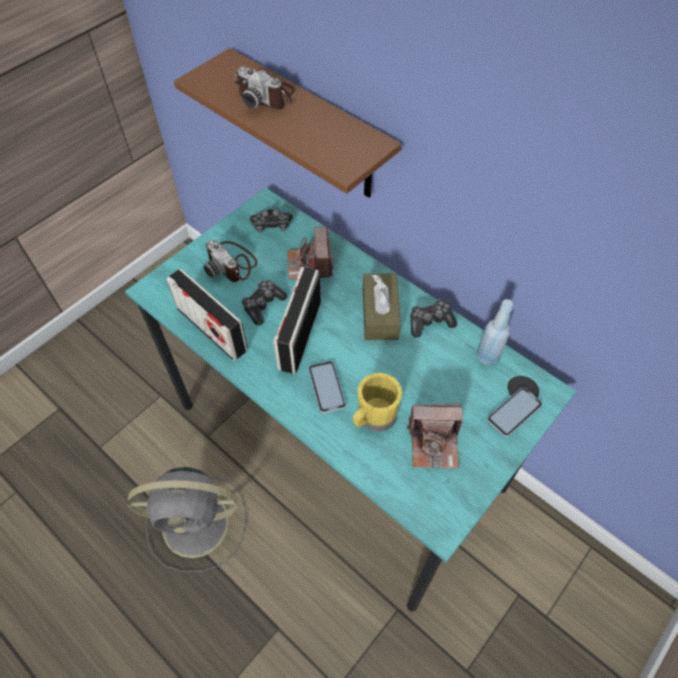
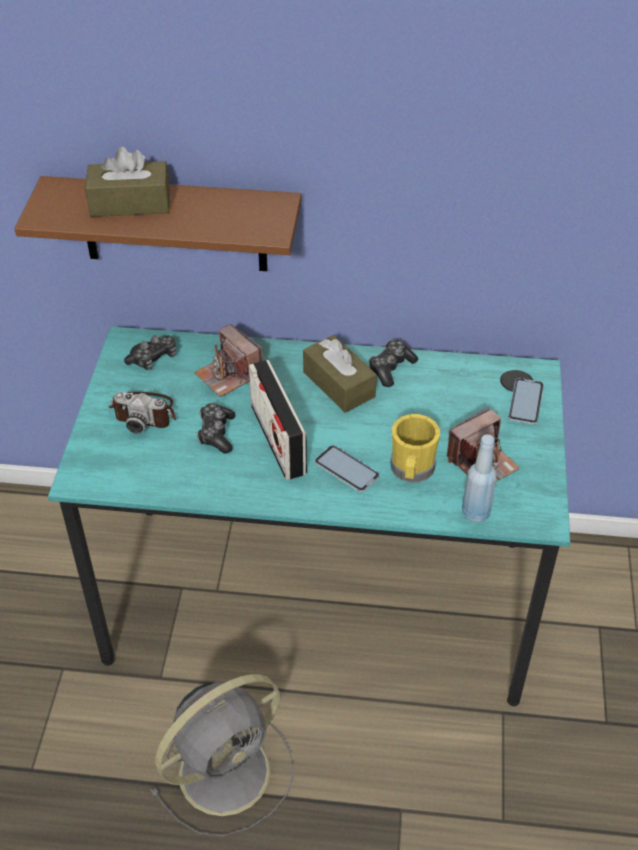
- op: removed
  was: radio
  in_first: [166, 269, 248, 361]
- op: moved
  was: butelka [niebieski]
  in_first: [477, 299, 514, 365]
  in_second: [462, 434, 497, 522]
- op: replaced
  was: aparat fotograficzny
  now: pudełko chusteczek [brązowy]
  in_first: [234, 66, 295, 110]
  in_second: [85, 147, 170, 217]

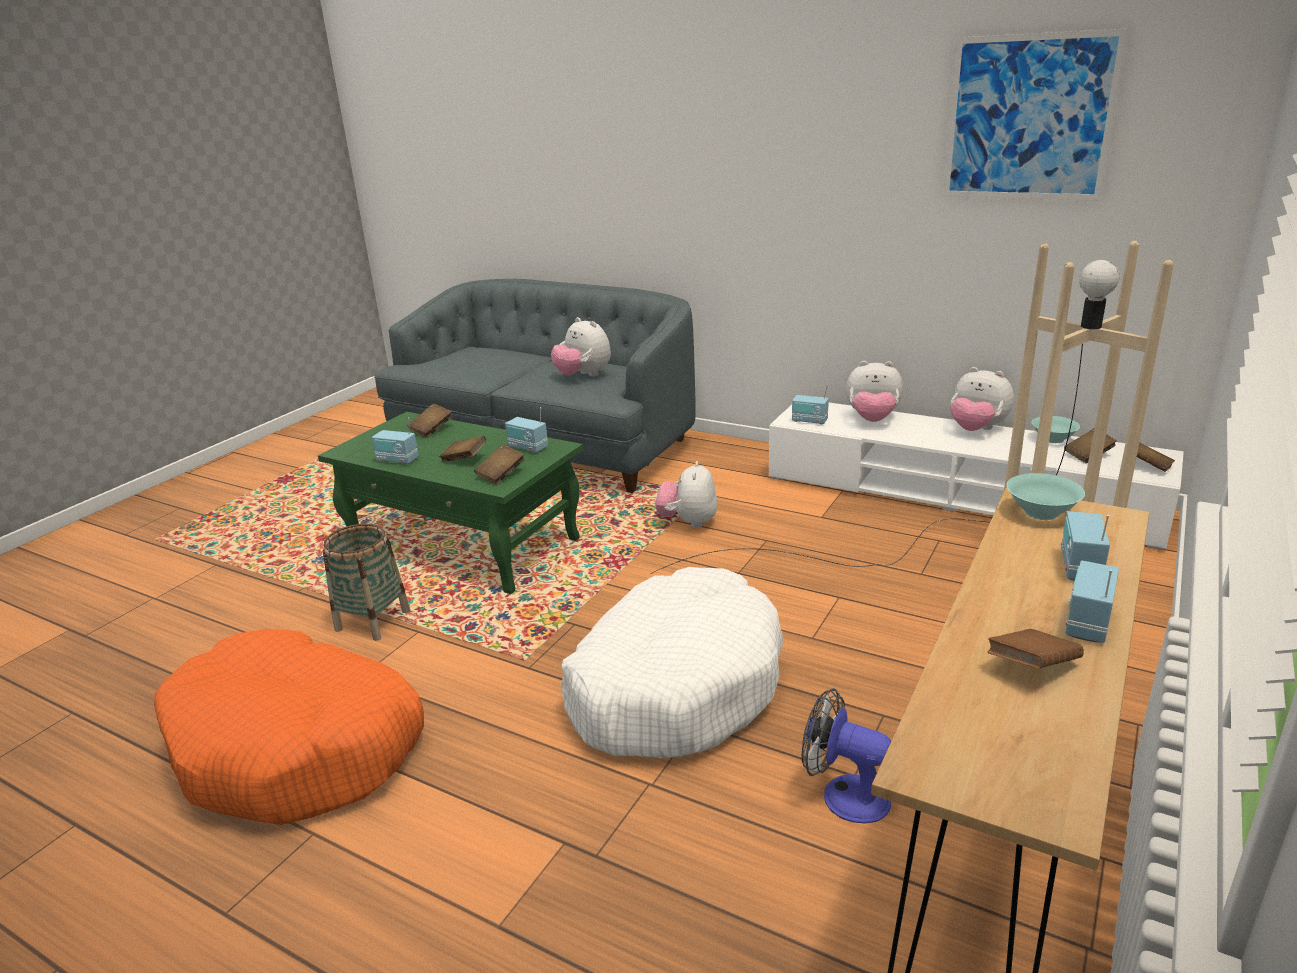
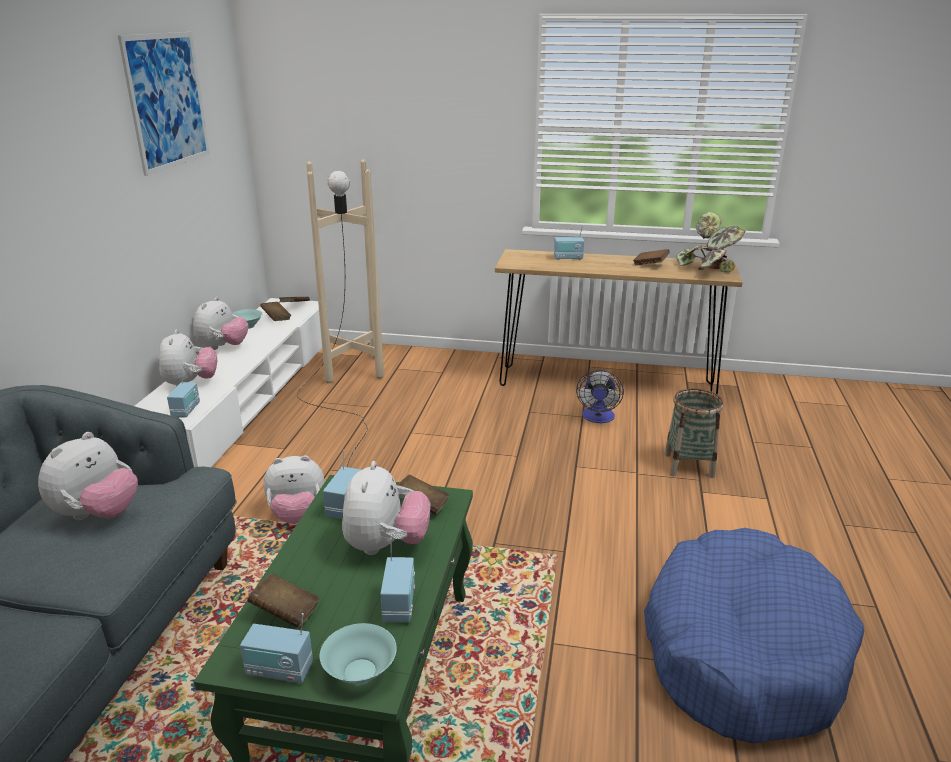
- op: removed
  was: legowisko [biały]
  in_first: [561, 567, 784, 758]
- op: added
  now: roślina doniczkowa
  in_second: [676, 212, 745, 272]
- op: moved
  was: koszyk
  in_first: [323, 524, 410, 641]
  in_second: [664, 388, 723, 478]
- op: moved
  was: miska [turkusowy]
  in_first: [1006, 473, 1085, 520]
  in_second: [320, 623, 397, 685]
- op: moved
  was: radio
  in_first: [1065, 561, 1119, 643]
  in_second: [240, 613, 313, 683]
- op: replaced
  was: książka [brązowy]
  now: pluszak
  in_first: [439, 436, 486, 462]
  in_second: [342, 461, 430, 555]
- op: recoloured
  was: legowisko [pomarańczowy]
  now: legowisko [niebieski]
  in_first: [154, 629, 424, 825]
  in_second: [644, 528, 864, 744]

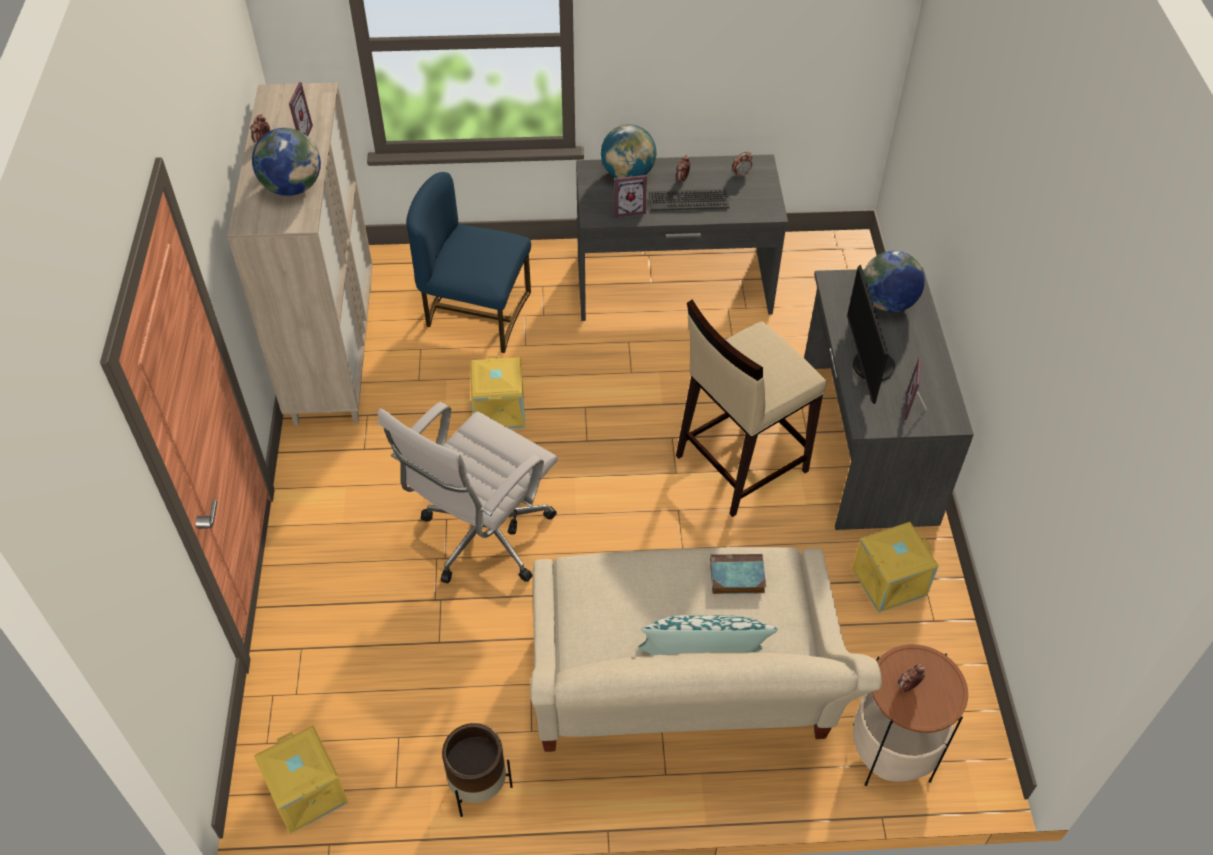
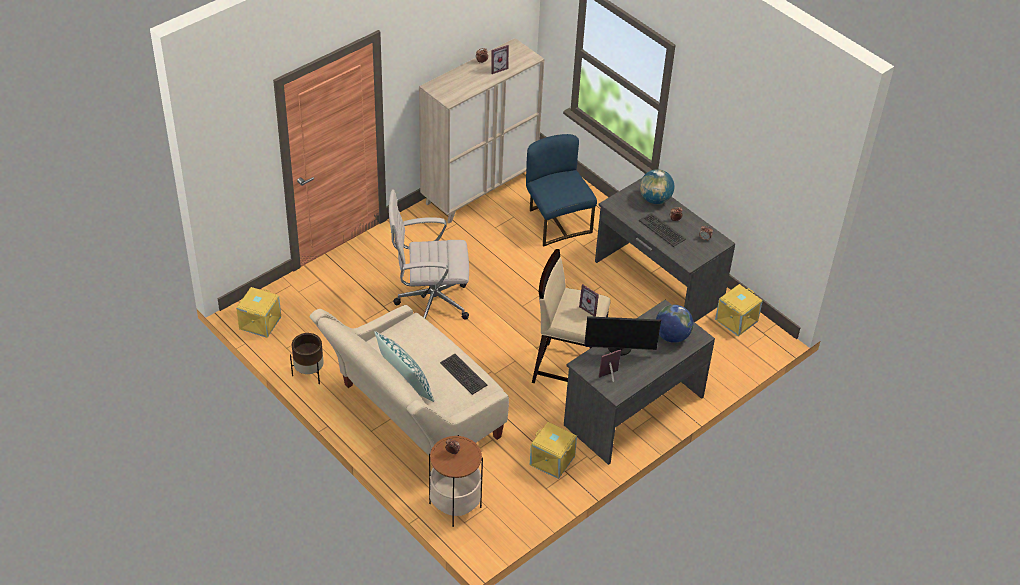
- op: removed
  was: globus
  in_first: [252, 128, 321, 196]
- op: moved
  was: pojemnik do przechowywania [żółty]
  in_first: [470, 355, 525, 429]
  in_second: [715, 284, 763, 336]
- op: moved
  was: ramka na zdjęcie
  in_first: [615, 175, 647, 218]
  in_second: [579, 284, 599, 317]
- op: replaced
  was: książka
  now: klawiatura
  in_first: [710, 554, 766, 594]
  in_second: [440, 354, 487, 395]
- op: turned
  was: monitor
  in_first: [847, 264, 896, 404]
  in_second: [584, 316, 661, 356]
  clockwise: -135

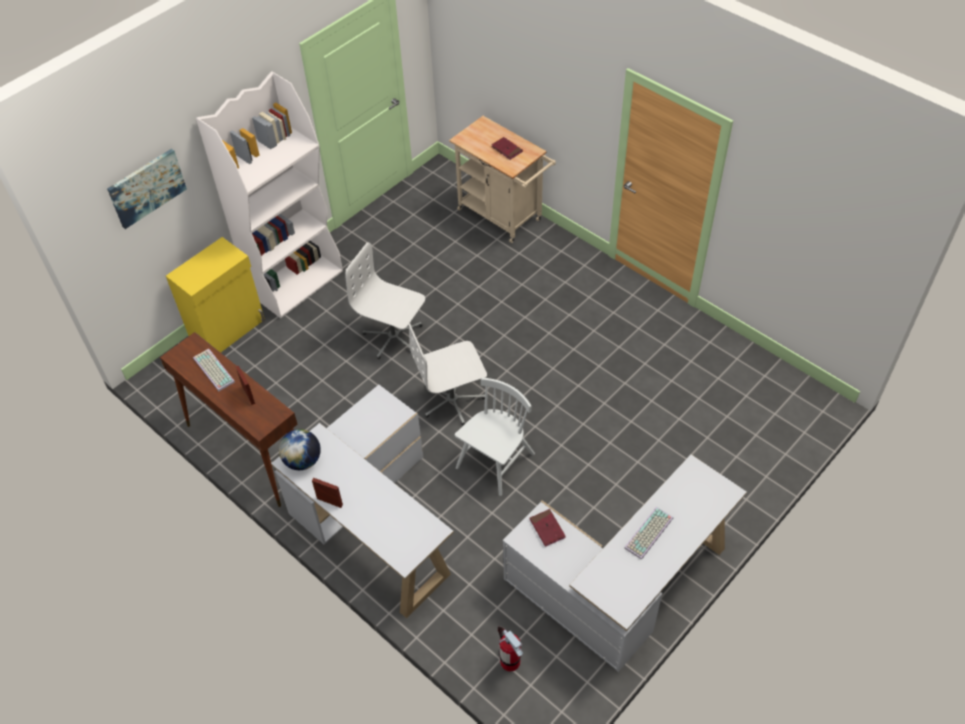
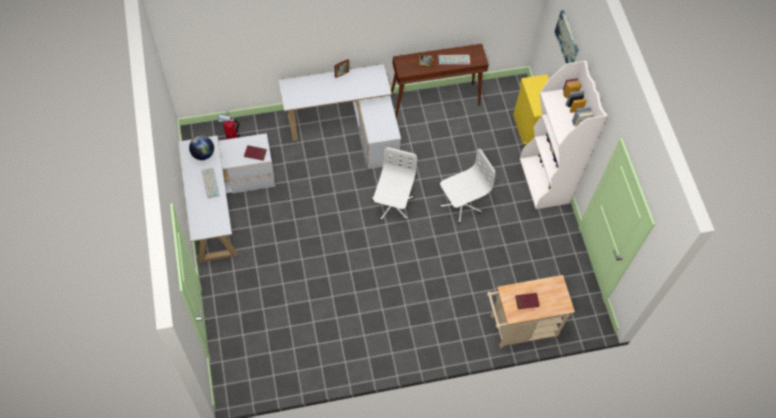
- op: removed
  was: krzesło [biały]
  in_first: [455, 377, 535, 496]
- op: moved
  was: globus
  in_first: [279, 429, 321, 470]
  in_second: [189, 136, 214, 160]

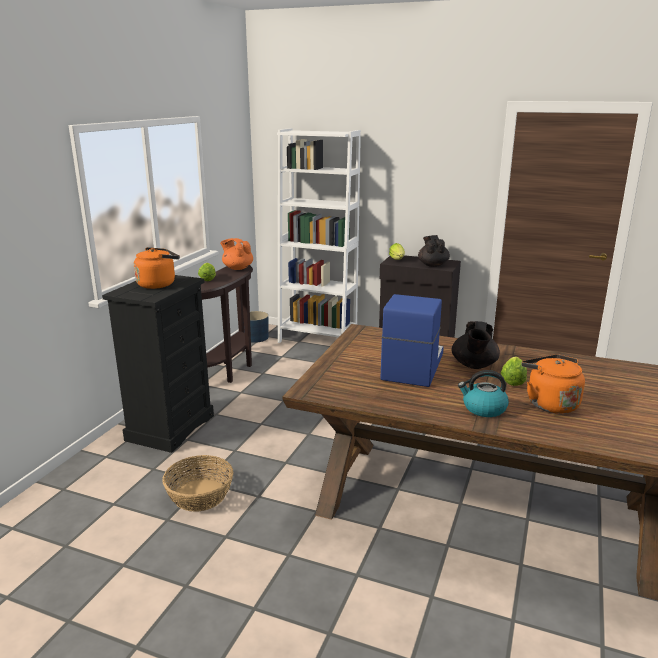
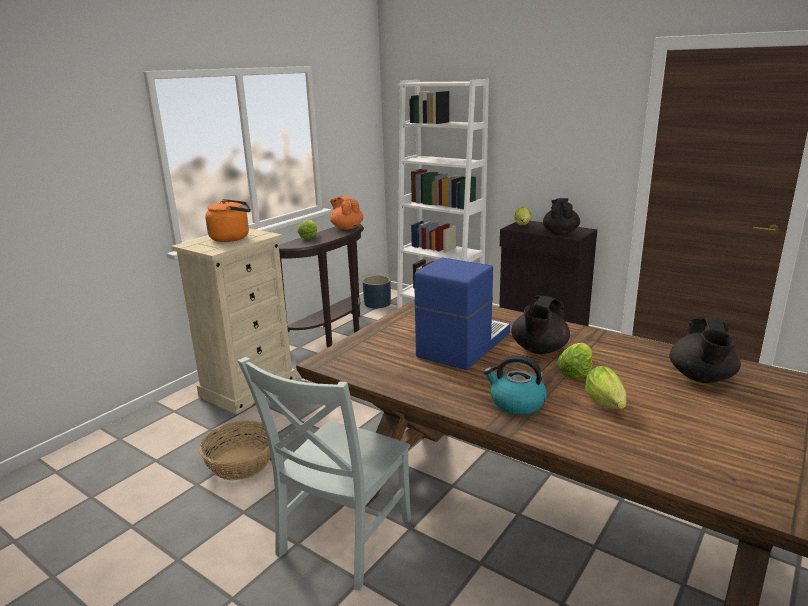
- op: added
  now: krzesło [szary]
  in_second: [237, 357, 411, 591]
- op: added
  now: imbryk [czarny]
  in_second: [669, 318, 741, 383]
- op: replaced
  was: czajnik [pomarańczowy]
  now: sałata
  in_first: [521, 355, 585, 414]
  in_second: [585, 366, 626, 409]
- op: recoloured
  was: komoda [czarny]
  now: komoda [beżowy]
  in_first: [102, 275, 214, 453]
  in_second: [171, 228, 296, 415]

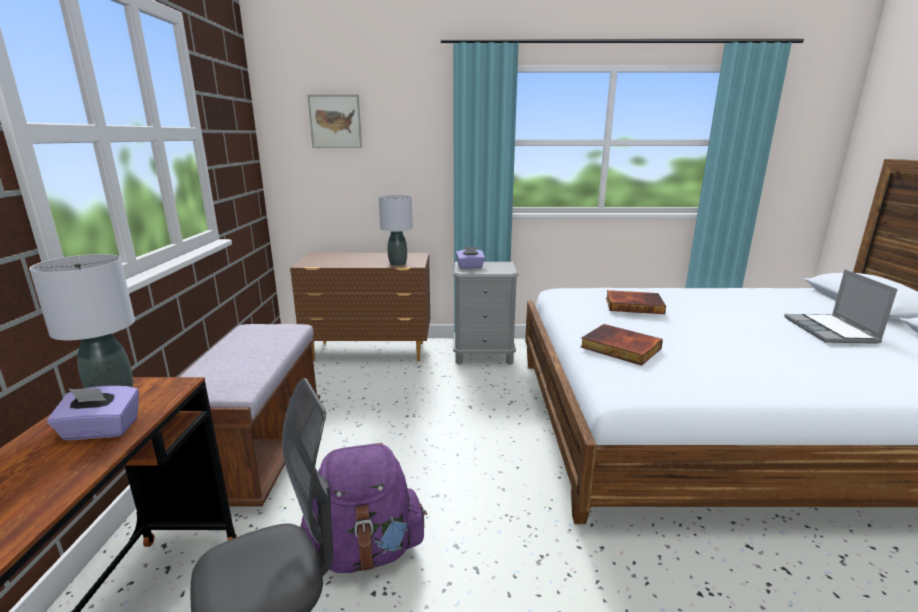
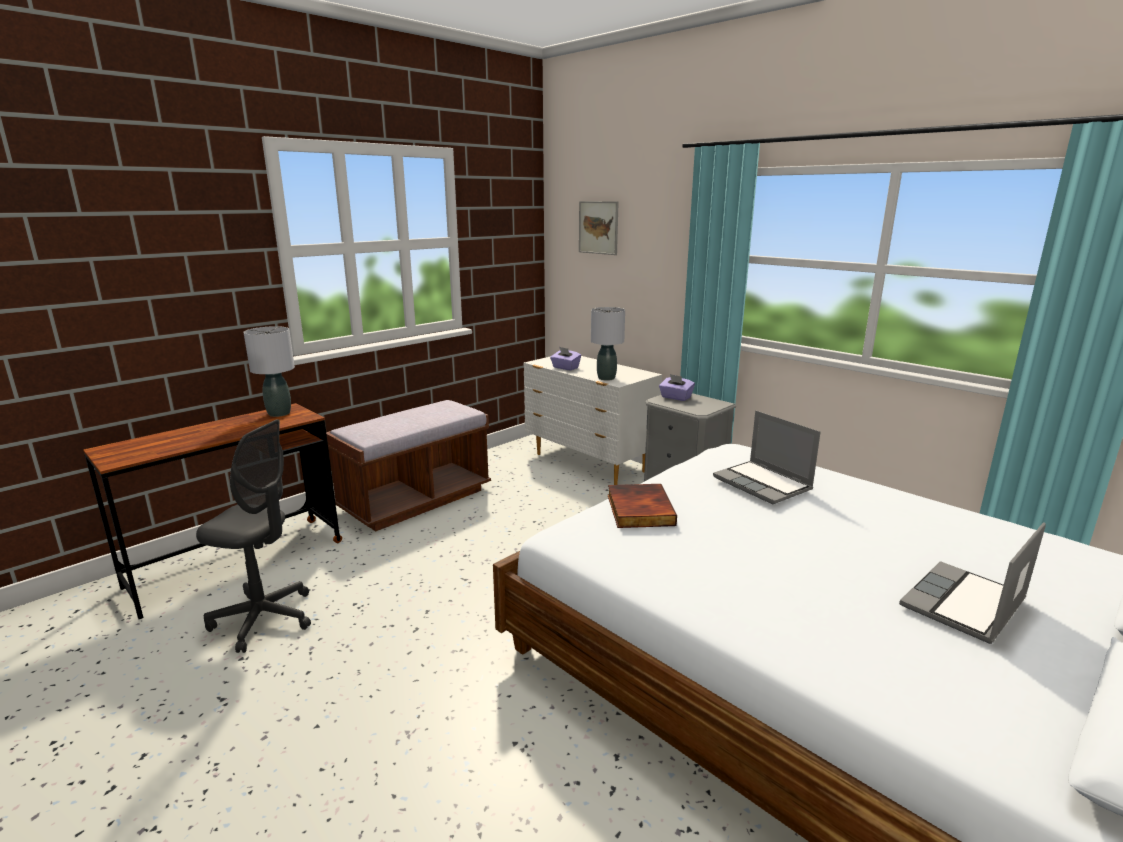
- op: removed
  was: plecak [fioletowy]
  in_first: [300, 443, 427, 573]
- op: moved
  was: pudełko chusteczek [fioletowy]
  in_first: [47, 386, 139, 440]
  in_second: [550, 347, 581, 371]
- op: replaced
  was: książka
  now: laptop
  in_first: [606, 290, 666, 314]
  in_second: [713, 410, 821, 504]
- op: recoloured
  was: komoda [brązowy]
  now: komoda [biały]
  in_first: [290, 253, 430, 361]
  in_second: [524, 356, 662, 485]

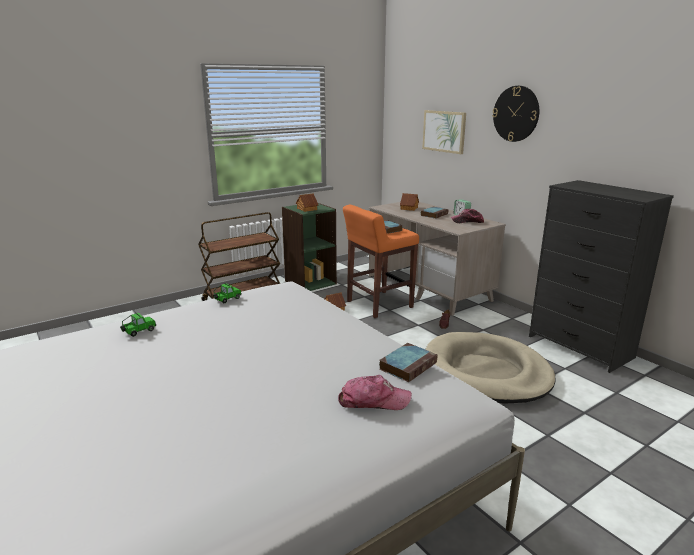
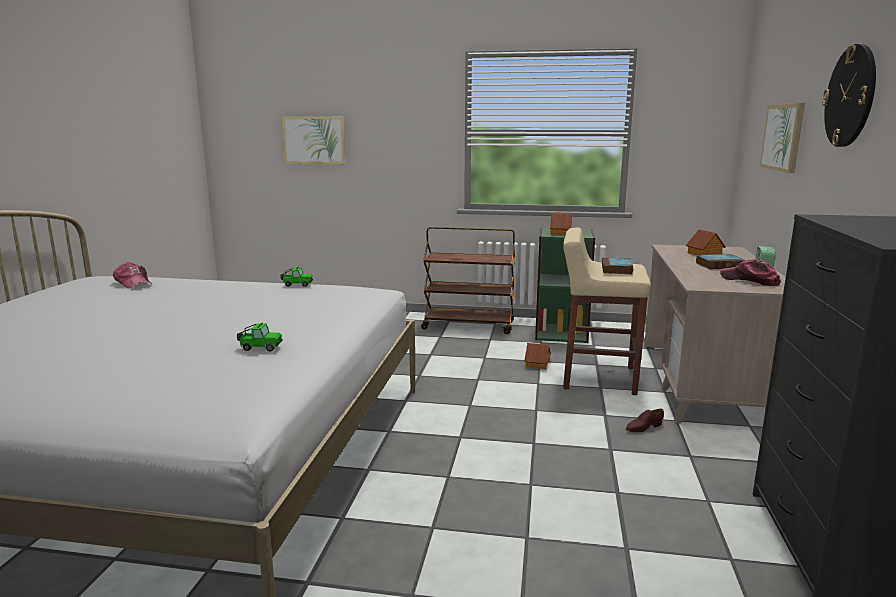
- op: removed
  was: książka
  in_first: [379, 343, 437, 382]
- op: removed
  was: legowisko [beżowy]
  in_first: [425, 332, 555, 404]
- op: added
  now: obraz
  in_second: [281, 116, 346, 164]
- op: moved
  was: samochodzik
  in_first: [120, 313, 156, 337]
  in_second: [237, 323, 283, 351]
- op: moved
  was: czapka z daszkiem
  in_first: [338, 375, 412, 410]
  in_second: [113, 262, 152, 289]
- op: recoloured
  was: stołek [pomarańczowy]
  now: stołek [beżowy]
  in_first: [343, 205, 419, 318]
  in_second: [563, 227, 651, 396]

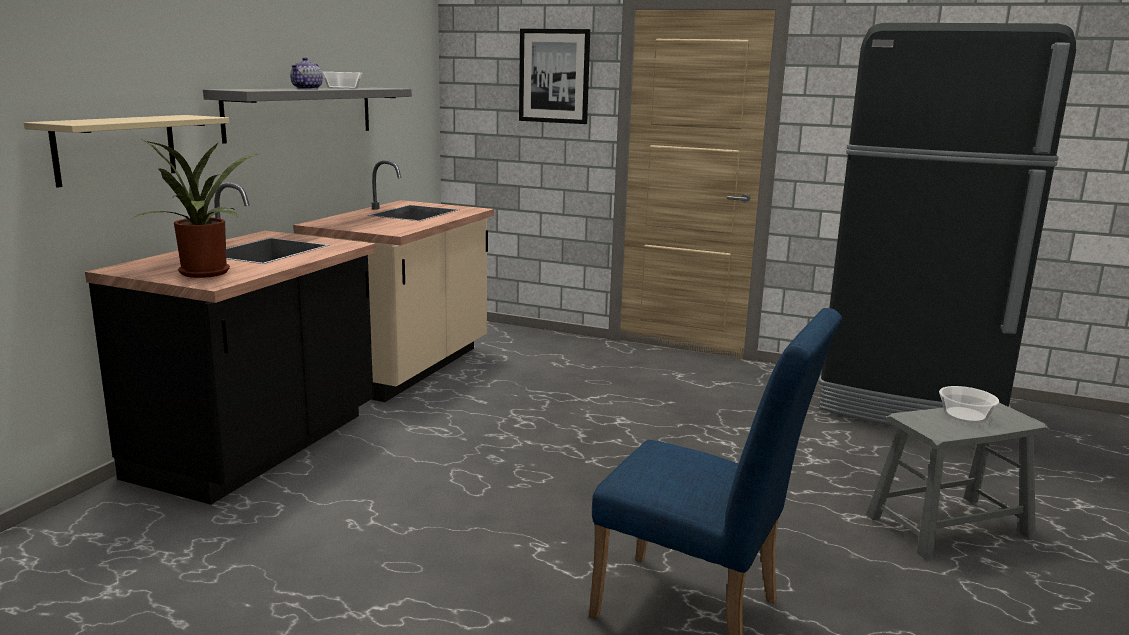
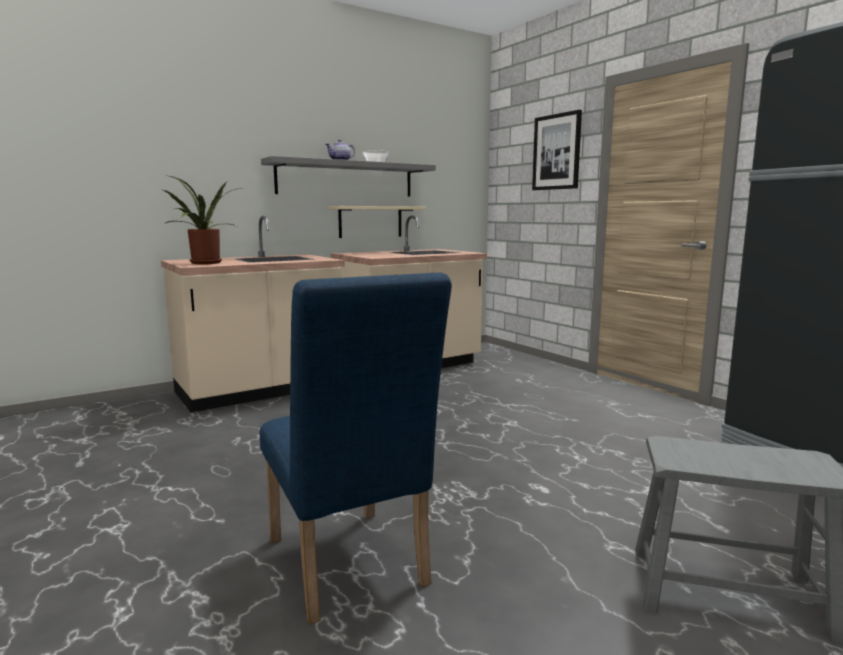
- op: removed
  was: miska
  in_first: [939, 386, 999, 423]
- op: moved
  was: półka [beżowy]
  in_first: [24, 115, 229, 188]
  in_second: [328, 206, 426, 238]
- op: recoloured
  was: zabudowa kuchenna [czarny]
  now: zabudowa kuchenna [beżowy]
  in_first: [85, 182, 376, 505]
  in_second: [161, 216, 345, 412]

